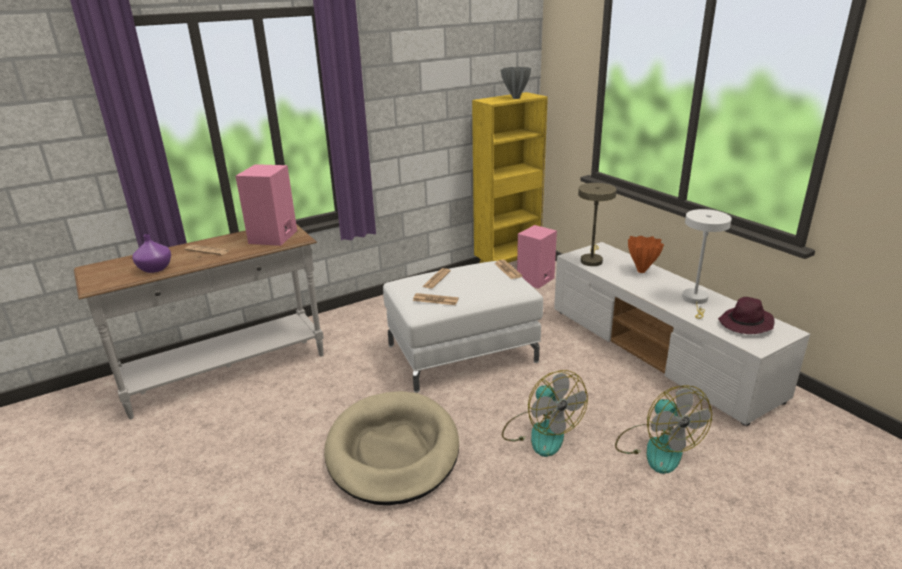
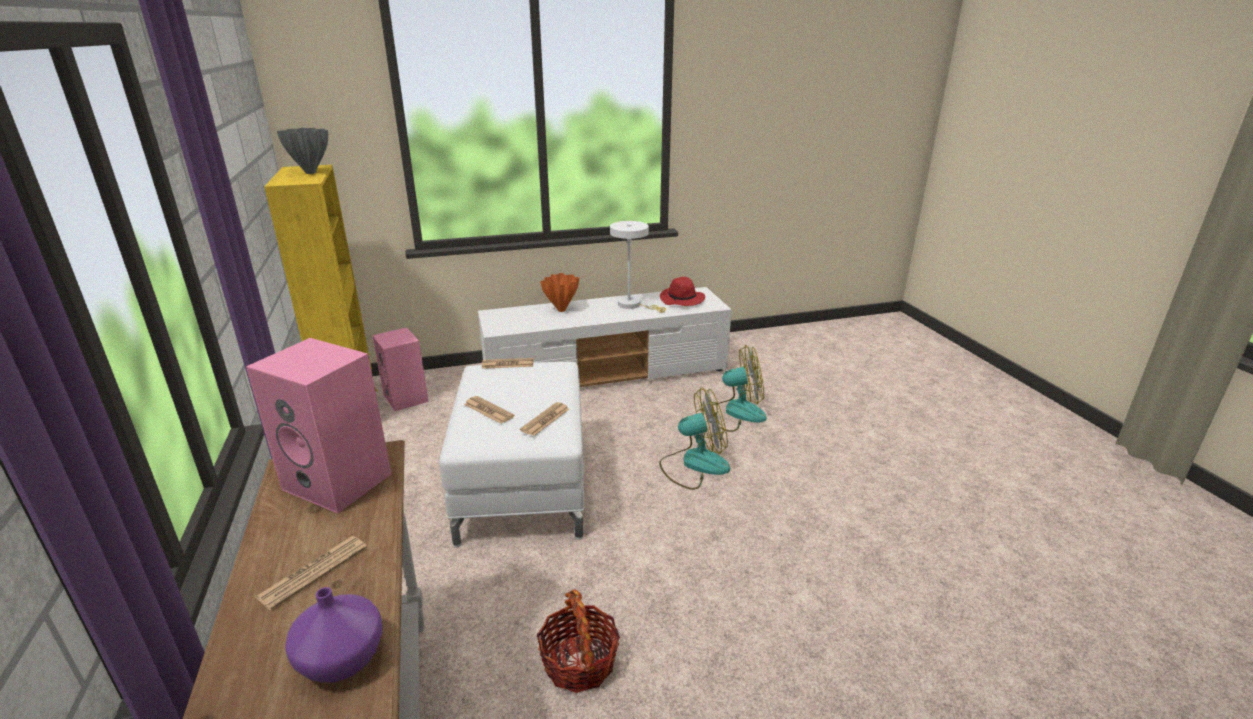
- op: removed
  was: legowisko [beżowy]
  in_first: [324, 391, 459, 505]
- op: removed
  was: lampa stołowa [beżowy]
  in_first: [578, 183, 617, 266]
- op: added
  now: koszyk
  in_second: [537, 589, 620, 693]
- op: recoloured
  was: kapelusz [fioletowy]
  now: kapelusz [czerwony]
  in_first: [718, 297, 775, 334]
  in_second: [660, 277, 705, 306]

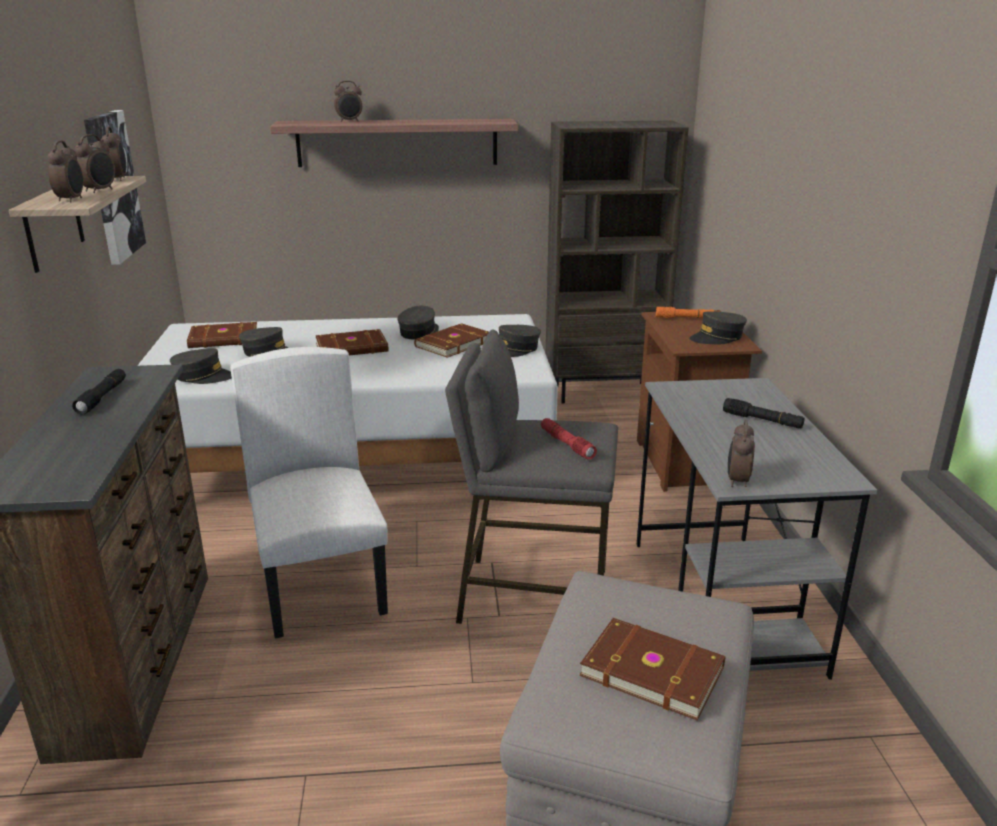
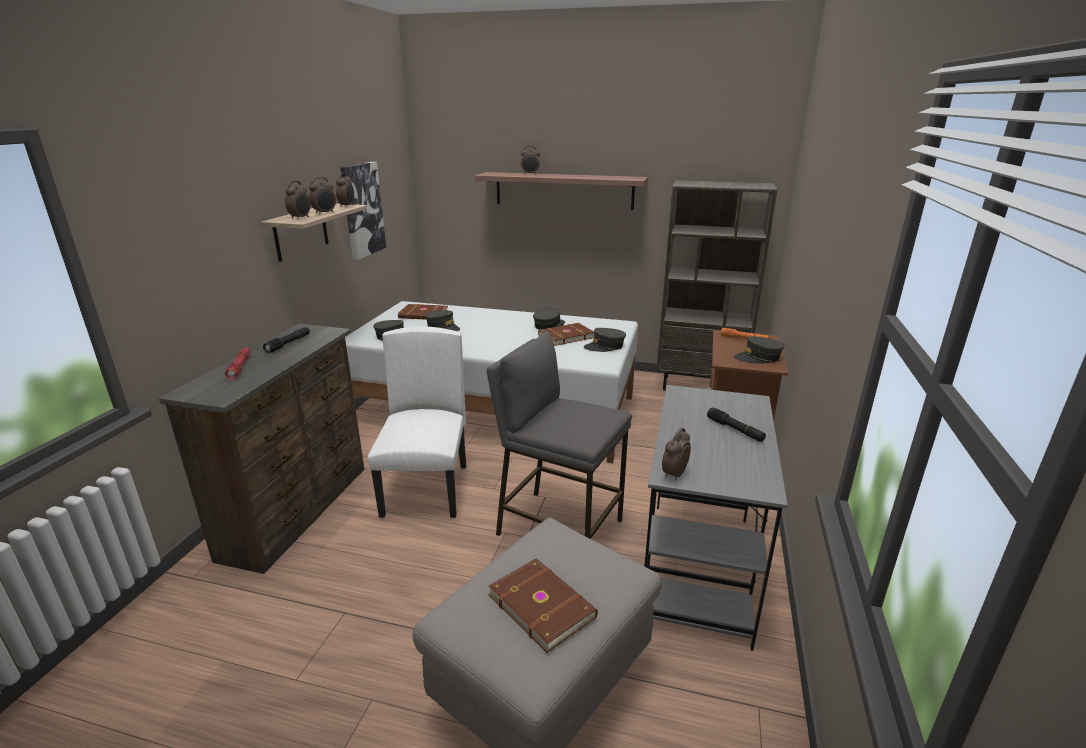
- op: removed
  was: książka [brązowy]
  in_first: [315, 329, 389, 355]
- op: moved
  was: latarka [czerwony]
  in_first: [541, 418, 597, 460]
  in_second: [225, 348, 251, 380]

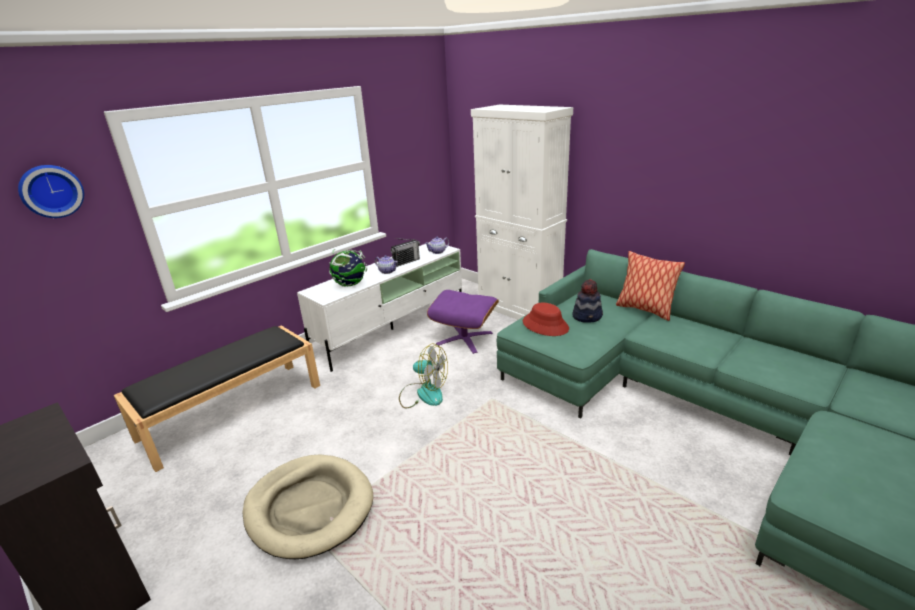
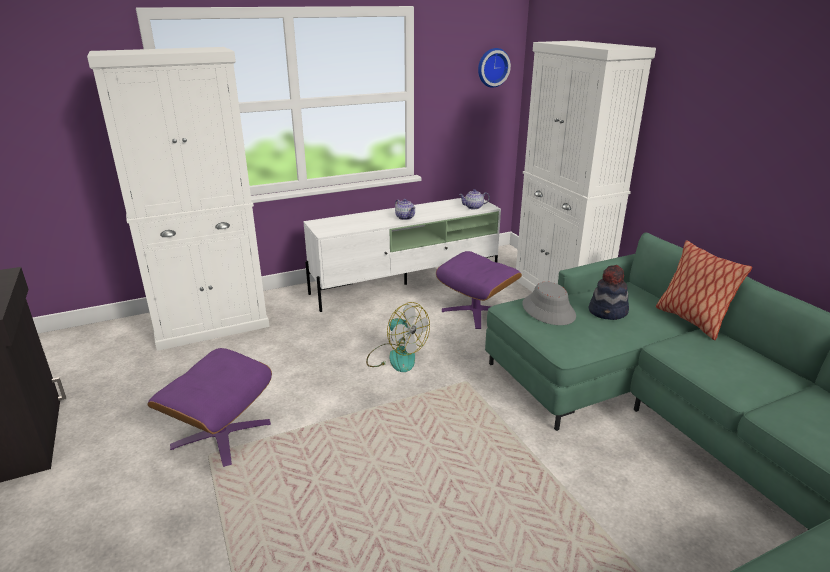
- op: removed
  was: globus
  in_first: [329, 249, 367, 287]
- op: removed
  was: radio
  in_first: [391, 238, 420, 267]
- op: moved
  was: zegar ścienny
  in_first: [18, 165, 84, 218]
  in_second: [478, 48, 511, 88]
- op: replaced
  was: ławka [czarny]
  now: szafka [biały]
  in_first: [114, 325, 320, 472]
  in_second: [87, 47, 270, 351]
- op: replaced
  was: legowisko [beżowy]
  now: pufa [fioletowy]
  in_first: [242, 455, 373, 559]
  in_second: [148, 348, 272, 467]
- op: recoloured
  was: kapelusz [czerwony]
  now: kapelusz [szary]
  in_first: [523, 303, 569, 336]
  in_second: [523, 282, 576, 325]

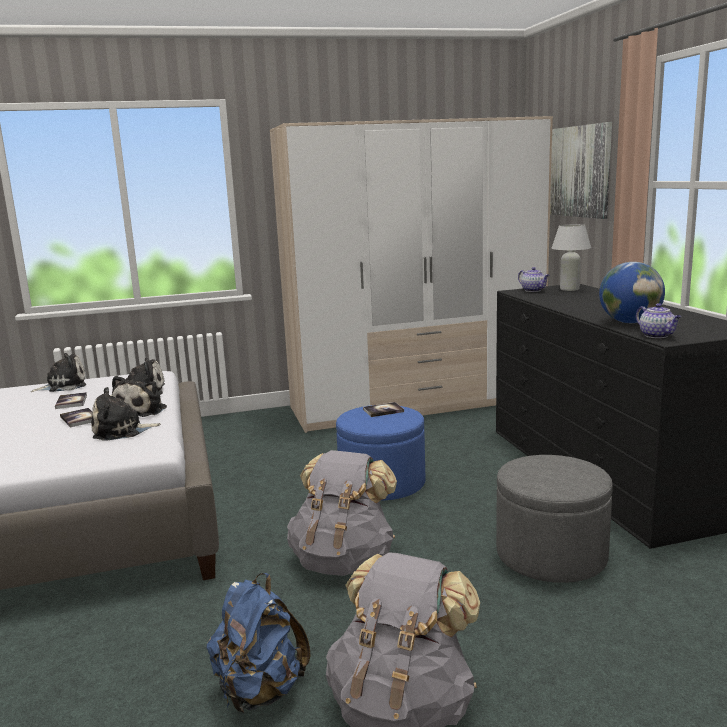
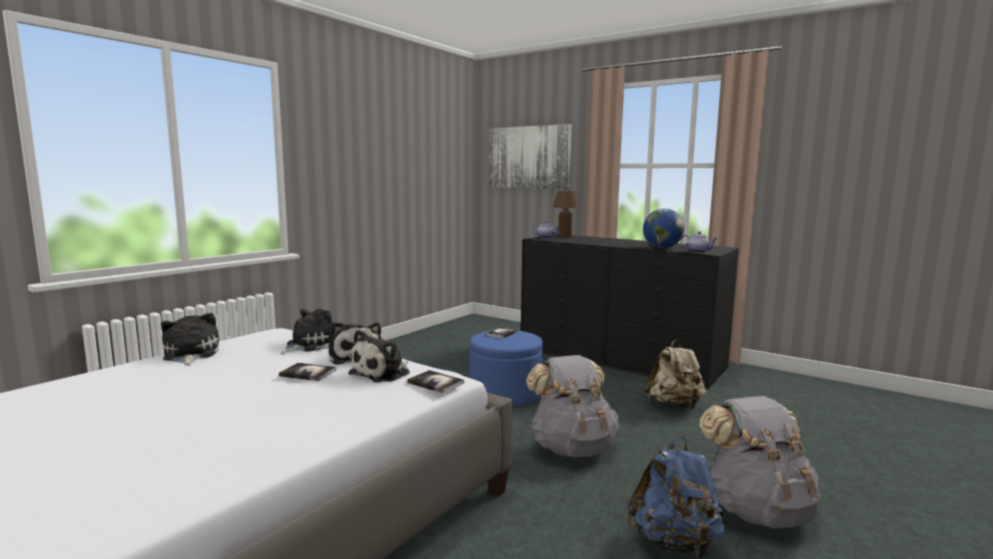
- op: removed
  was: szafa
  in_first: [270, 116, 553, 433]
- op: moved
  was: książka
  in_first: [55, 392, 87, 409]
  in_second: [407, 370, 464, 393]
- op: replaced
  was: pufa [szary]
  now: plecak [beżowy]
  in_first: [496, 455, 613, 583]
  in_second: [645, 339, 706, 410]
- op: recoloured
  was: lampa stołowa [biały]
  now: lampa stołowa [brązowy]
  in_first: [552, 224, 591, 291]
  in_second: [553, 191, 580, 237]
- op: turned
  was: pluszak
  in_first: [31, 353, 86, 392]
  in_second: [161, 313, 219, 366]
  clockwise: -45

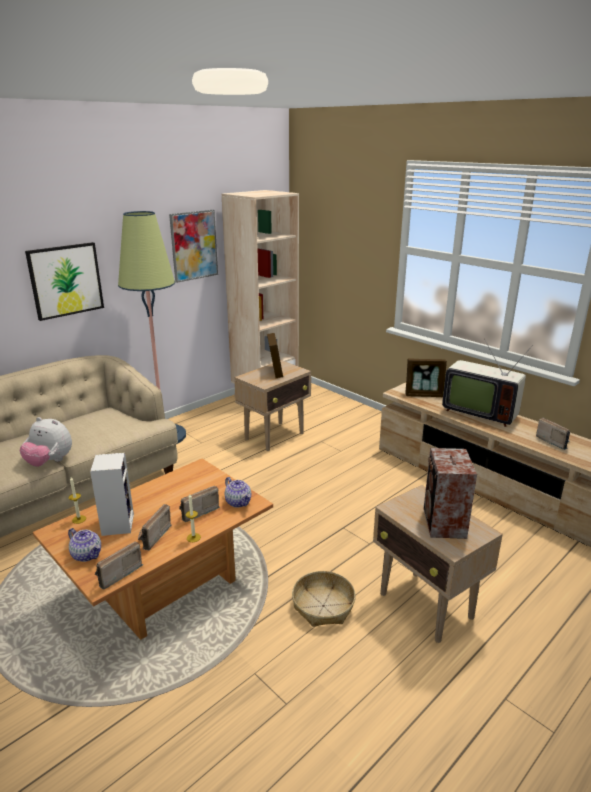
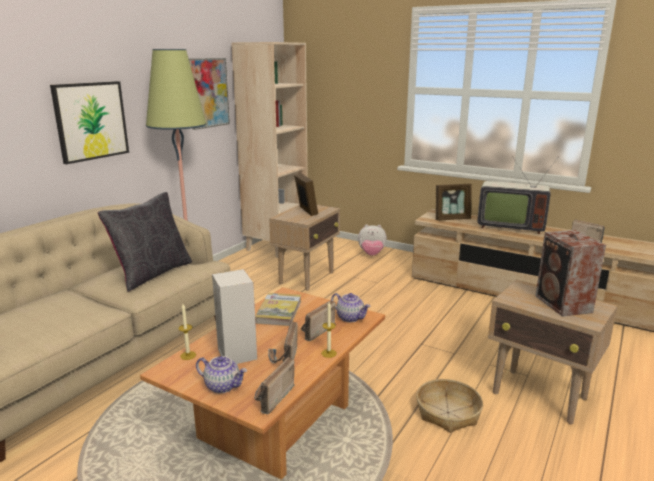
- op: added
  now: poduszka [czarny]
  in_second: [98, 192, 192, 292]
- op: added
  now: książka
  in_second: [255, 293, 301, 326]
- op: moved
  was: pluszak
  in_first: [20, 417, 72, 467]
  in_second: [358, 224, 387, 256]

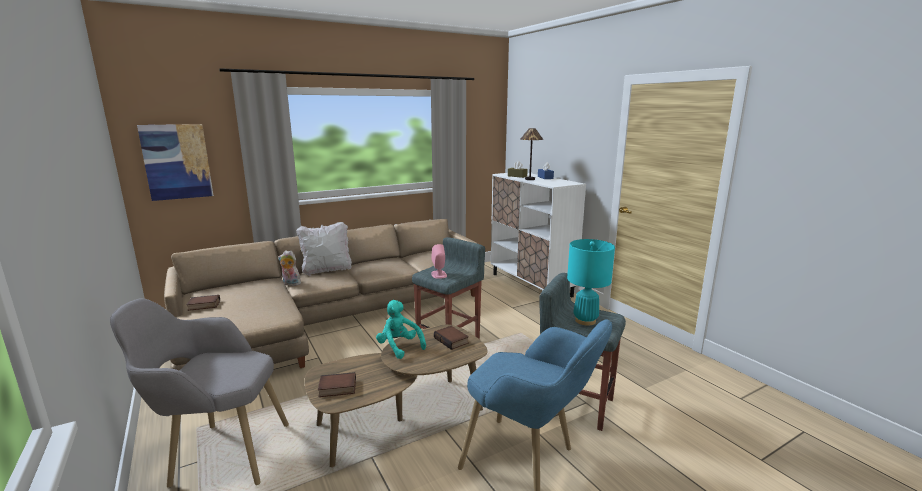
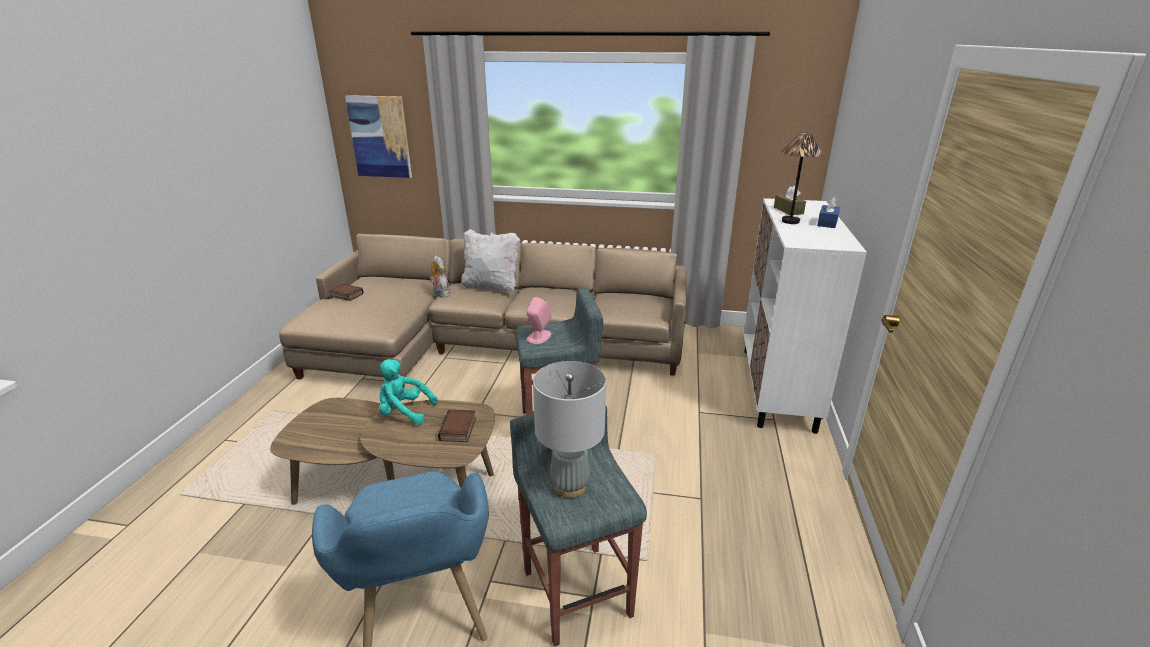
- op: removed
  was: fotel [szary]
  in_first: [110, 298, 289, 488]
- op: removed
  was: książka
  in_first: [318, 372, 356, 397]
- op: recoloured
  was: lampa stołowa [turkusowy]
  now: lampa stołowa [szary]
  in_first: [567, 239, 615, 326]
  in_second: [533, 361, 606, 498]
- op: turned
  was: pluszak [turkusowy]
  in_first: [376, 300, 426, 359]
  in_second: [379, 359, 438, 425]
  clockwise: -75

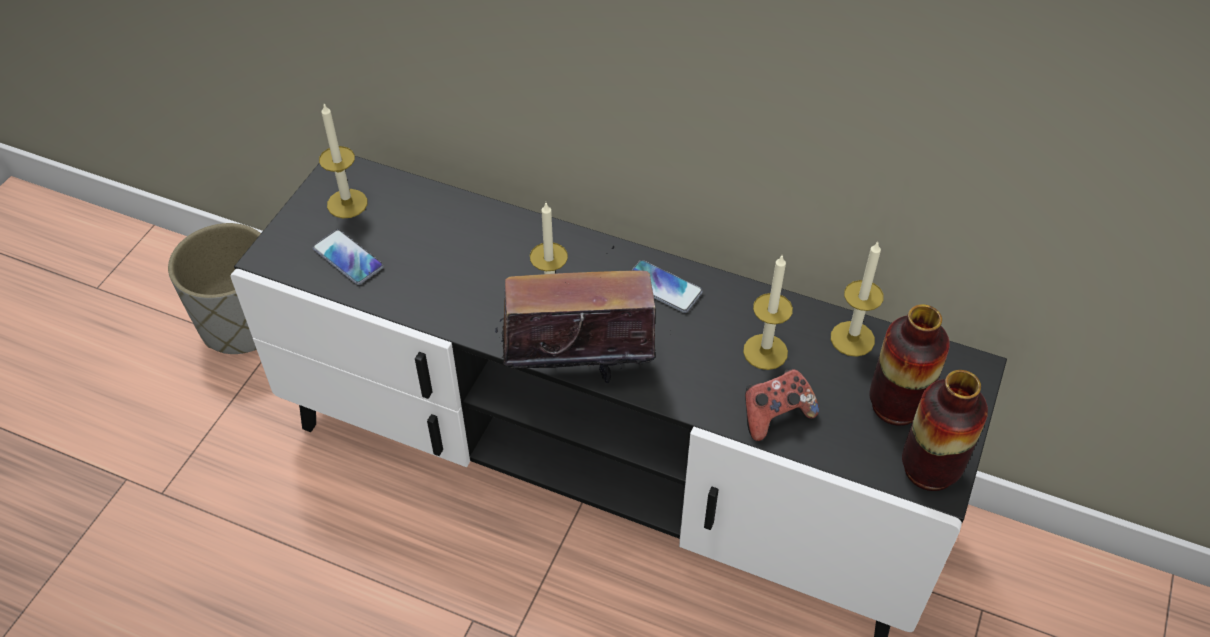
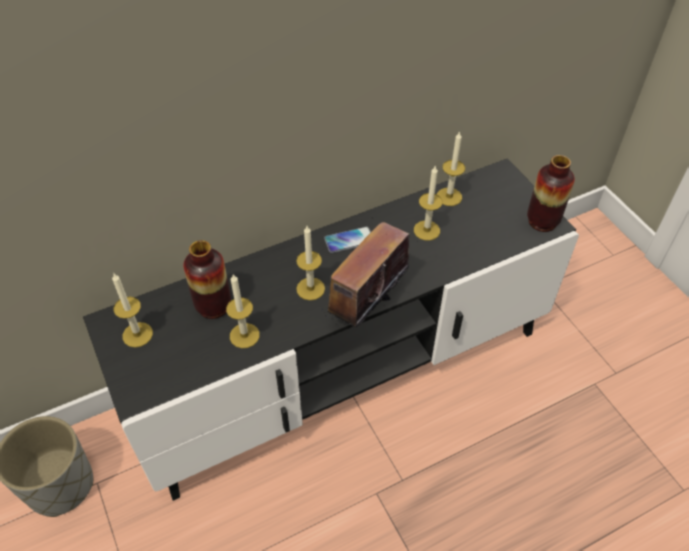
- op: removed
  was: telefon
  in_first: [313, 230, 384, 285]
- op: removed
  was: pad do gier
  in_first: [745, 369, 819, 441]
- op: added
  now: świeca
  in_second: [226, 274, 260, 348]
- op: moved
  was: wazon
  in_first: [869, 304, 950, 426]
  in_second: [183, 240, 231, 319]

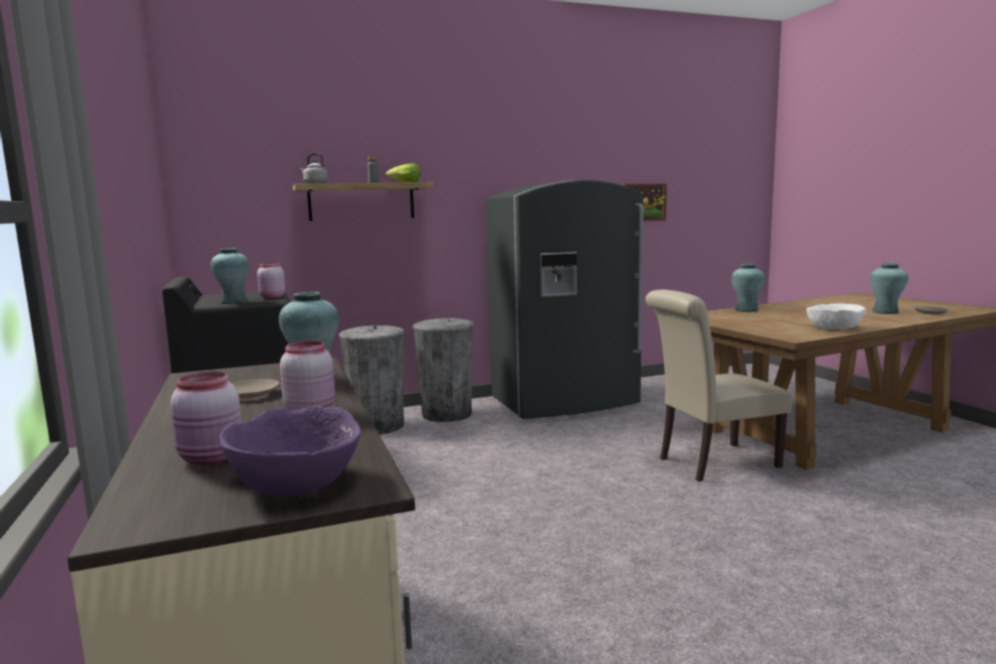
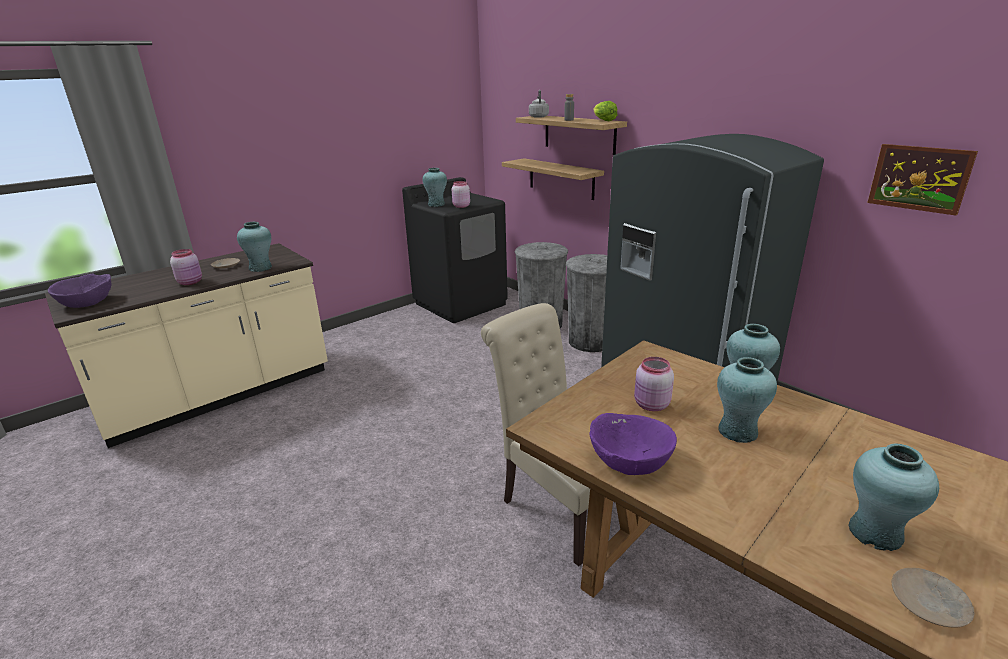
- op: added
  now: półka
  in_second: [502, 158, 604, 200]
- op: added
  now: wazon [turkusowy]
  in_second: [717, 357, 777, 443]
- op: moved
  was: słoik [różowy]
  in_first: [170, 372, 242, 465]
  in_second: [634, 357, 674, 411]
- op: recoloured
  was: miska [biały]
  now: miska [fioletowy]
  in_first: [806, 304, 866, 329]
  in_second: [589, 413, 677, 475]

